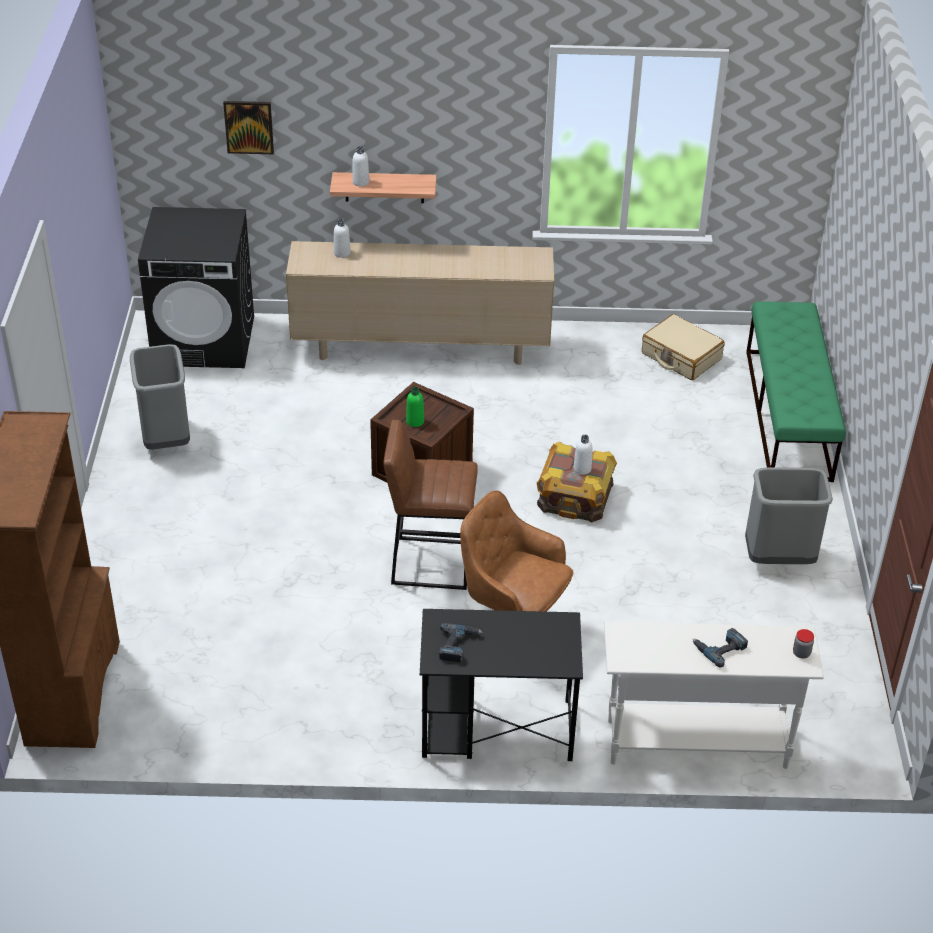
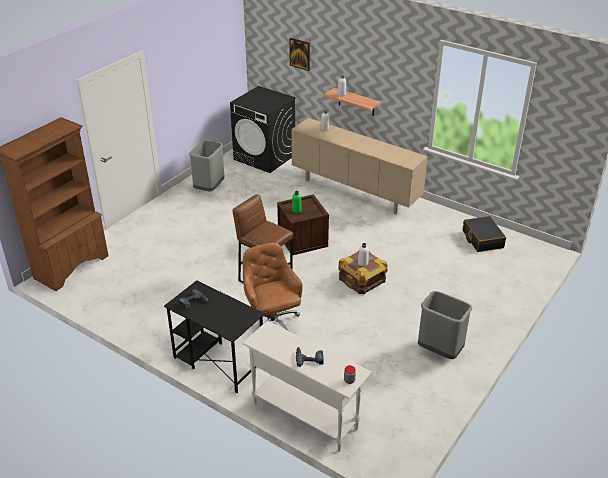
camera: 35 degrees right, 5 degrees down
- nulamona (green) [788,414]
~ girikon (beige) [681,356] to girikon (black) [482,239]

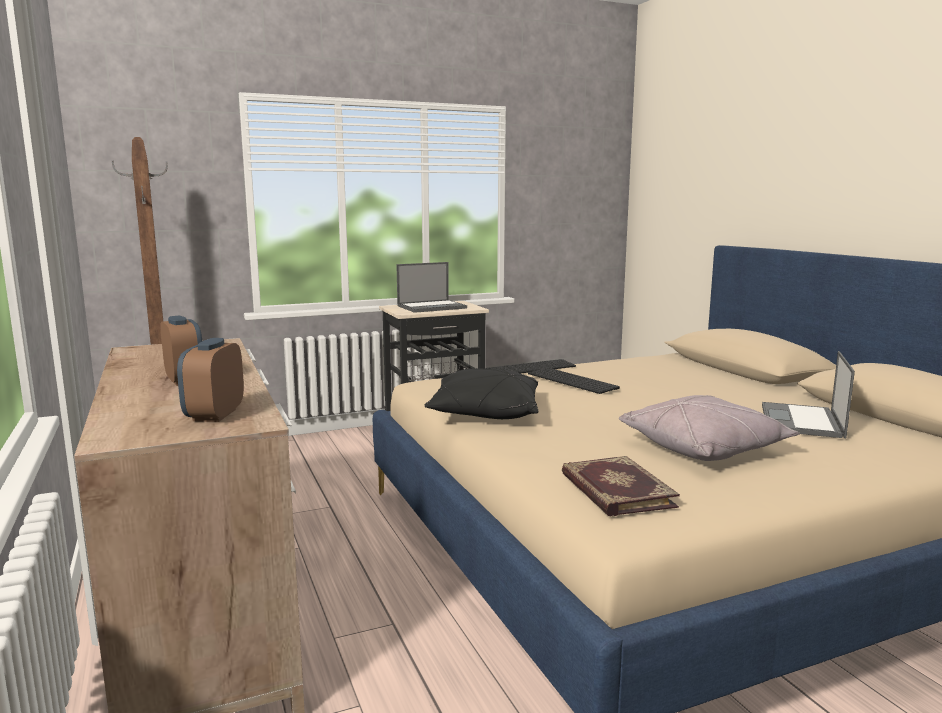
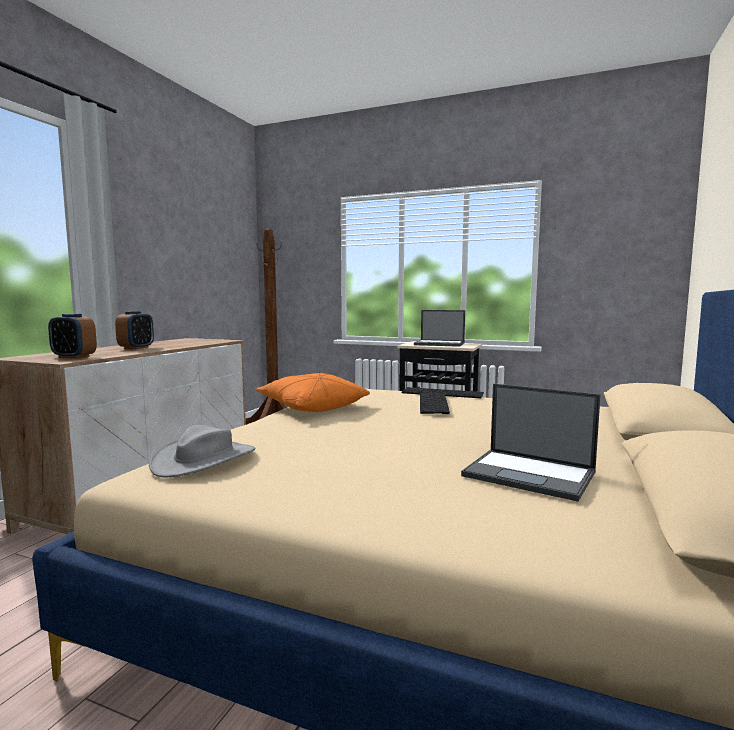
camera: 45 degrees right, 5 degrees down
- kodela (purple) [704,448]
~ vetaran [615,490] to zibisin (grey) [204,459]
~ kodela (black) [485,413] to kodela (orange) [312,407]
~ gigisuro [214,415] = [74,357] 120 degrees counterclockwise
~ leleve [802,421] = [531,474] 120 degrees counterclockwise

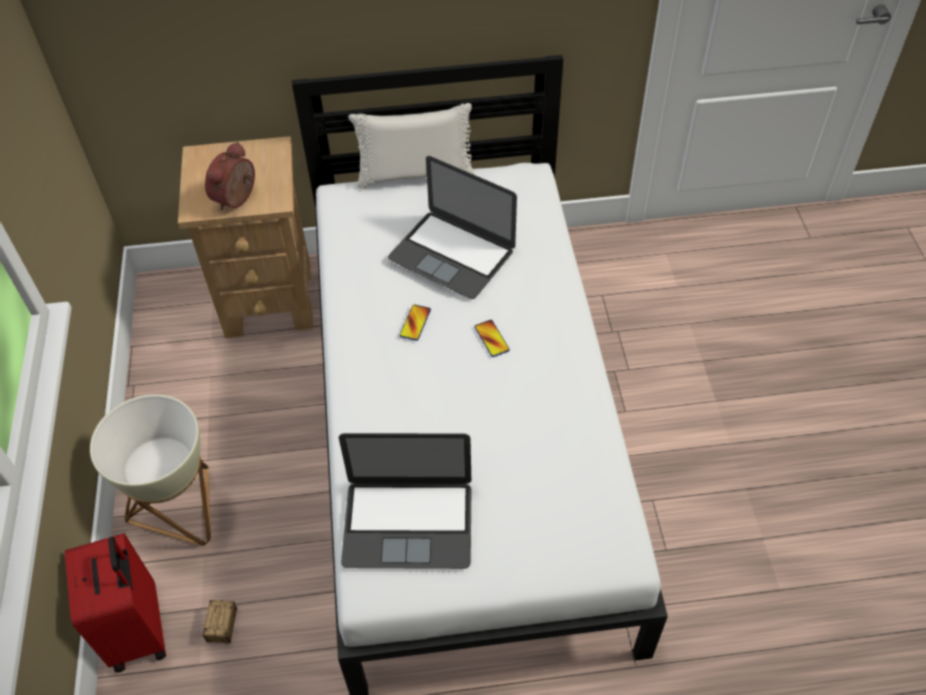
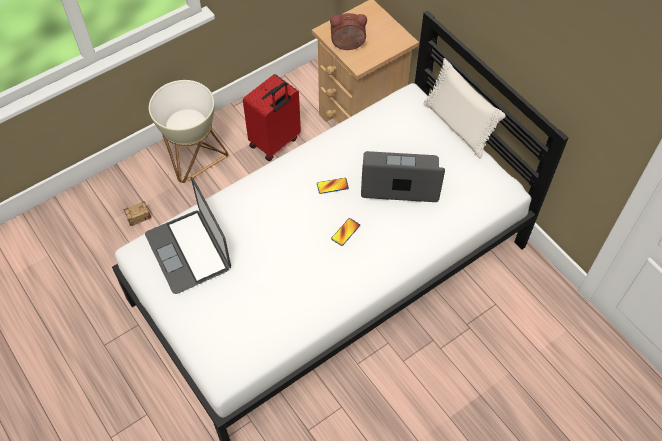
camera: 60 degrees right, 5 degrees up
~ girikon (red) [139,630] to [275,143]
~ leleve [452,254] = [400,178] 90 degrees clockwise

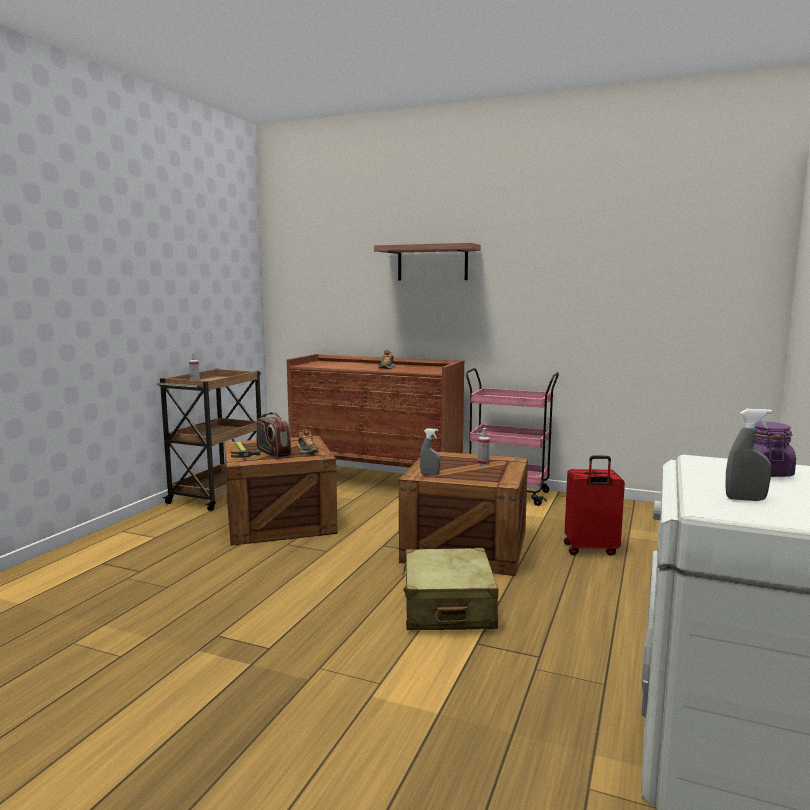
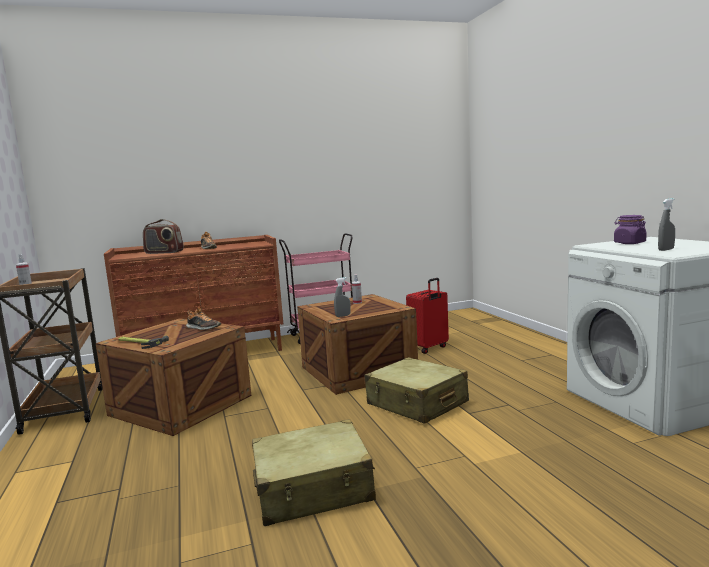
camera: 40 degrees left, 0 degrees up
- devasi [432,263]
+ girikon (beige) [313,489]
~ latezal [273,453] to [164,252]

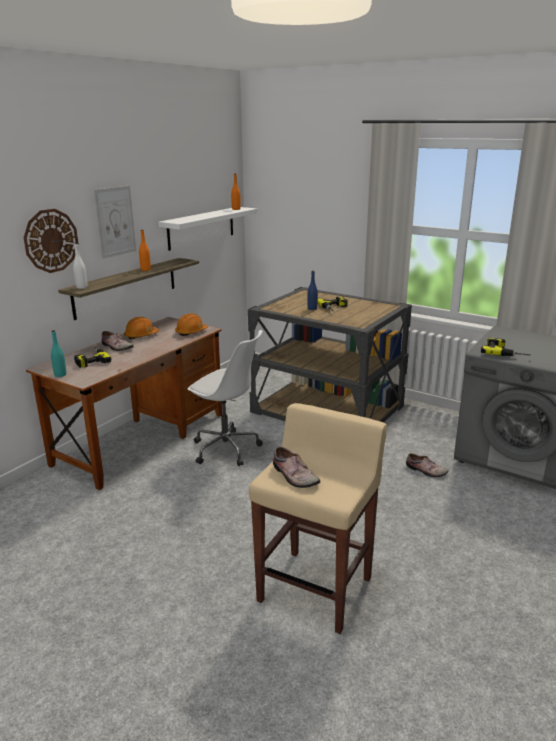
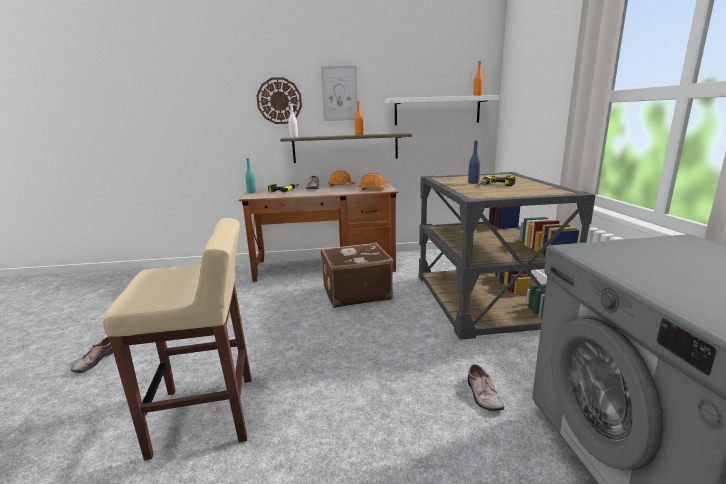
camera: 50 degrees right, 5 degrees down
- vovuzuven [505,352]
~ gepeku [293,476] to [94,361]
~ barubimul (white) [228,449] to girikon (brown) [355,293]

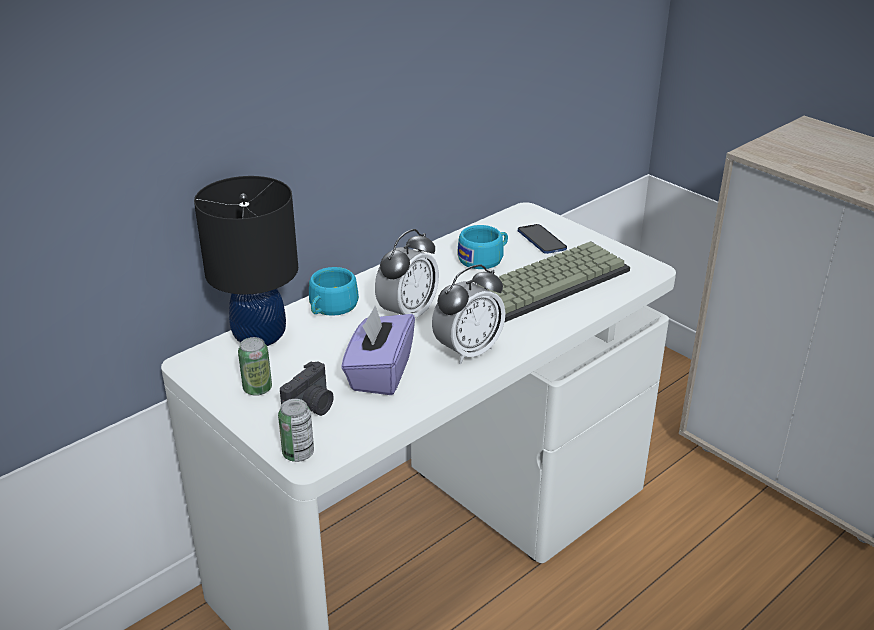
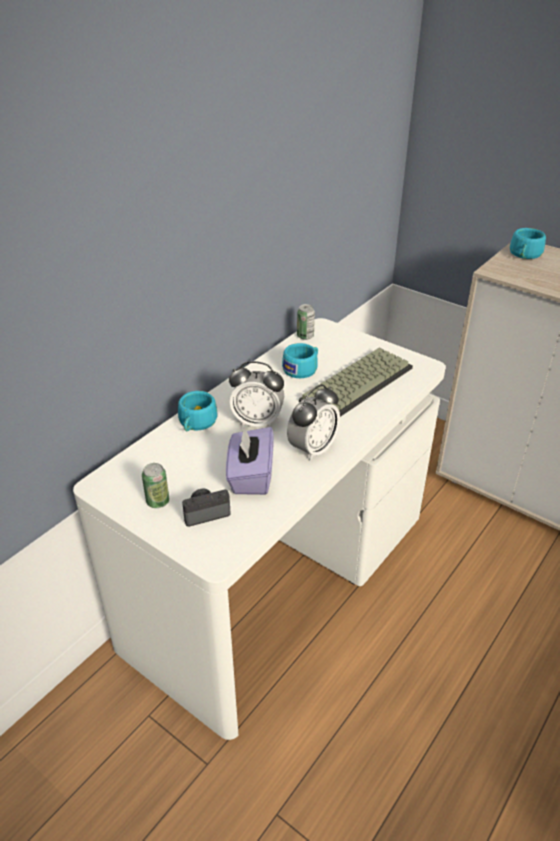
camera: 10 degrees left, 5 degrees up
- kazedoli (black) [258,337]
- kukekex [541,240]
+ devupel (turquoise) [524,255]
~ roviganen [298,453] to [305,336]
~ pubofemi [311,407] = [205,513] 135 degrees counterclockwise
~ gigisuro [407,313] = [257,421] 75 degrees clockwise

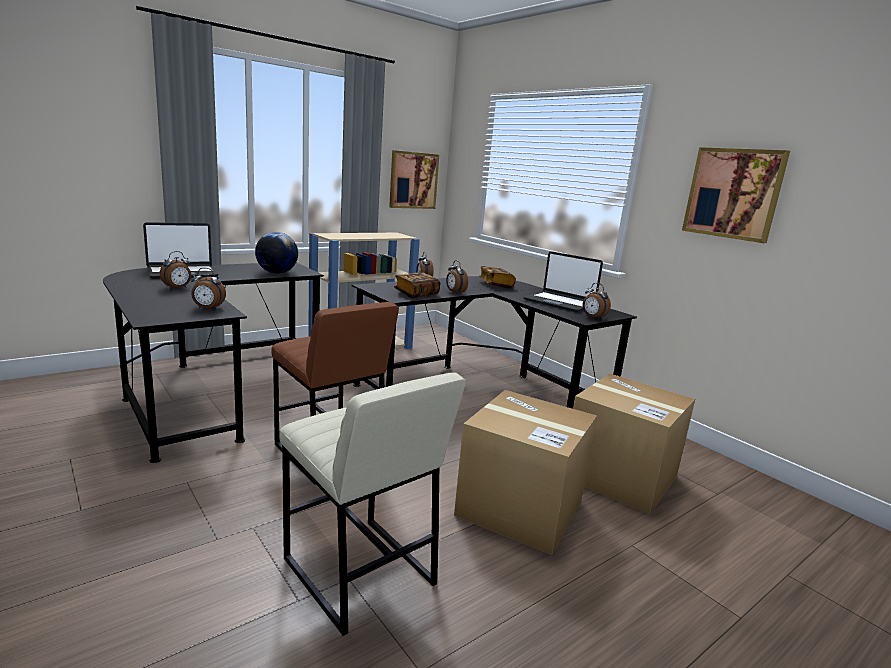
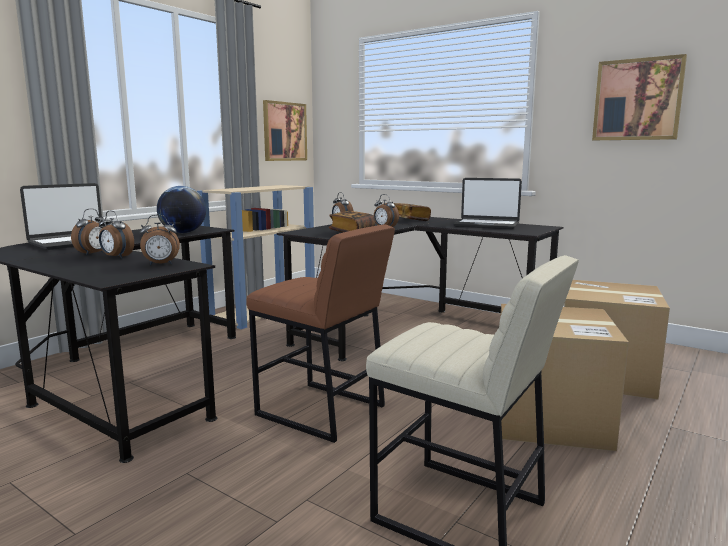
camera: 15 degrees left, 5 degrees down
~ gigisuro [593,317] to [116,257]

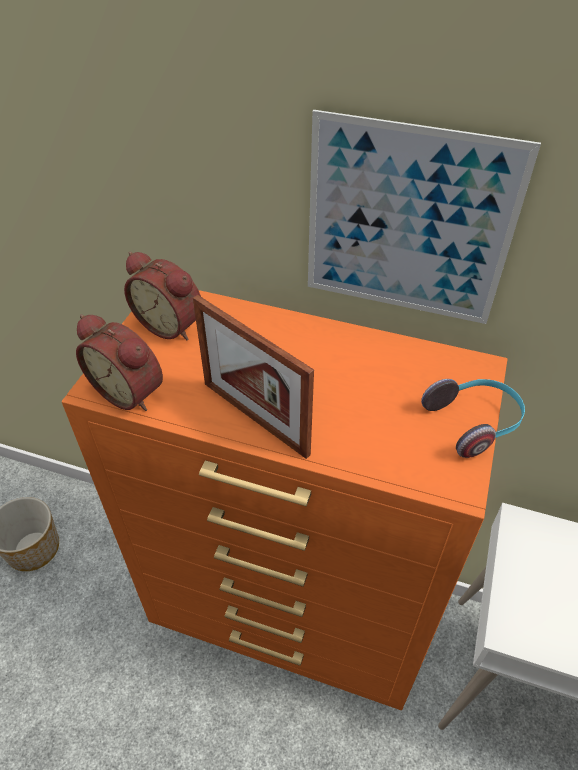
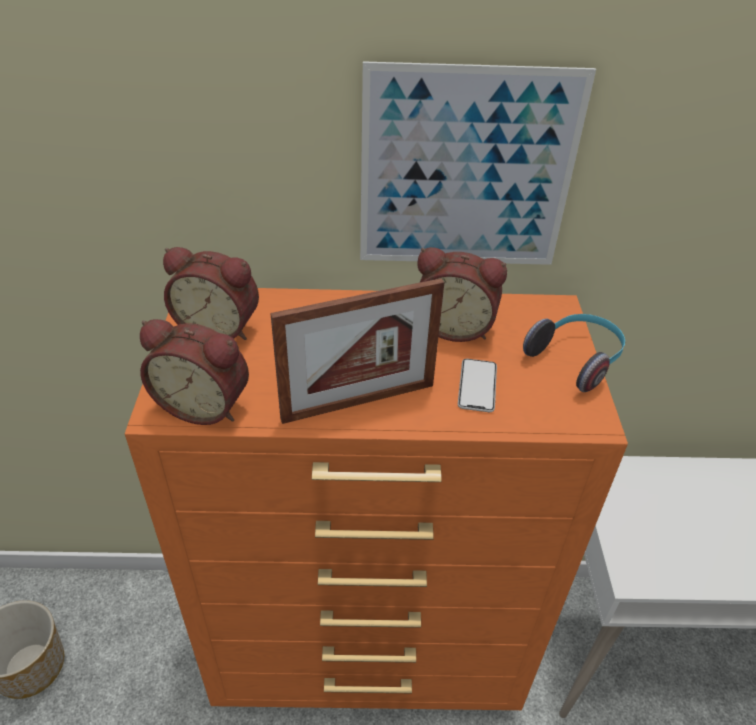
camera: 20 degrees left, 5 degrees down
+ gigisuro [454,326]
+ kukekex [477,386]
~ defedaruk [255,418] = [358,402] 45 degrees counterclockwise

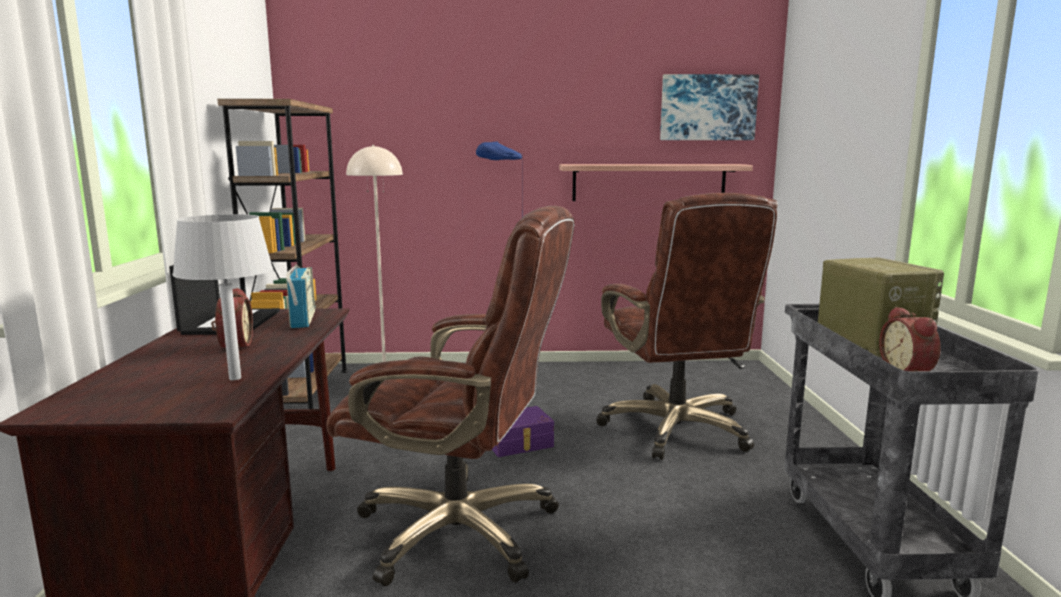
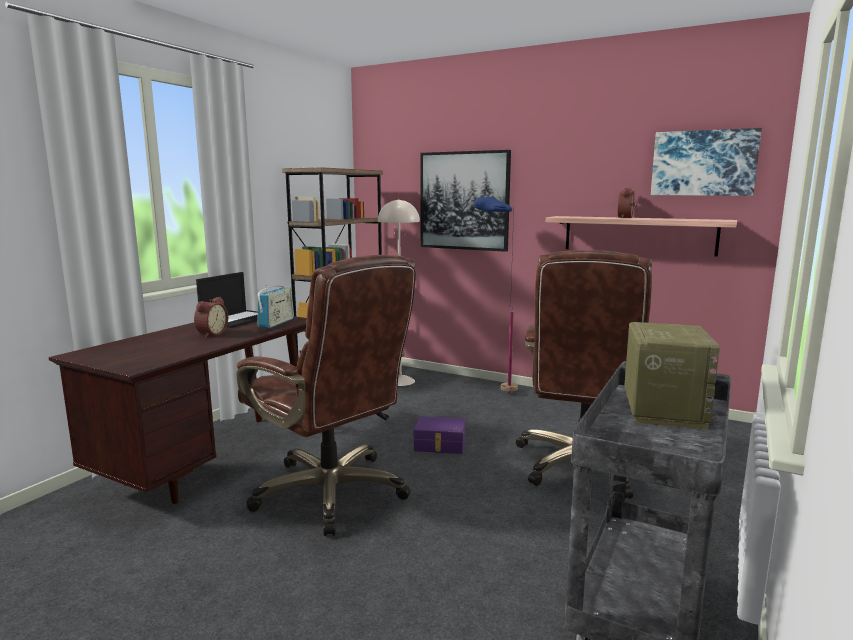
camera: 30 degrees right, 0 degrees up
- kazedoli (grey) [235,378]
+ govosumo [464,201]
~ gigisuro [908,371] to [627,218]

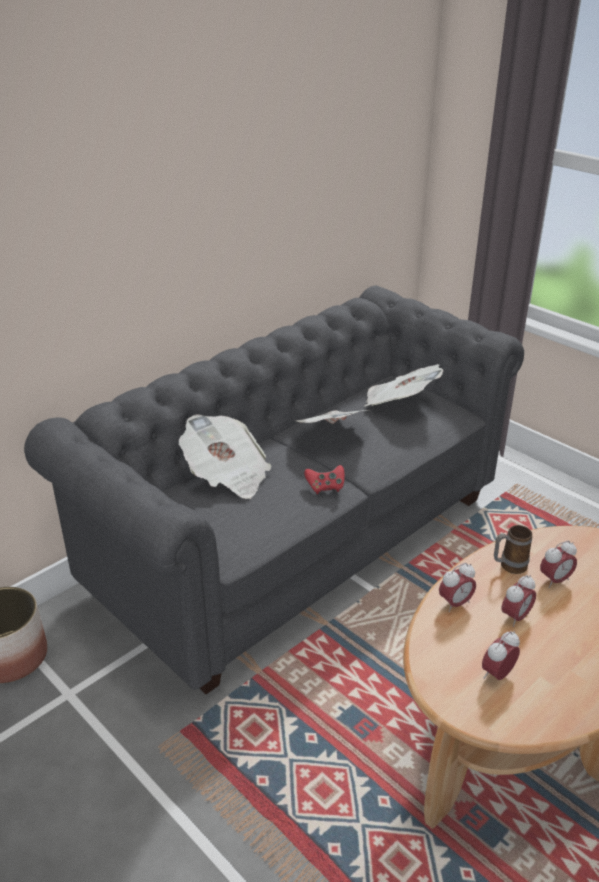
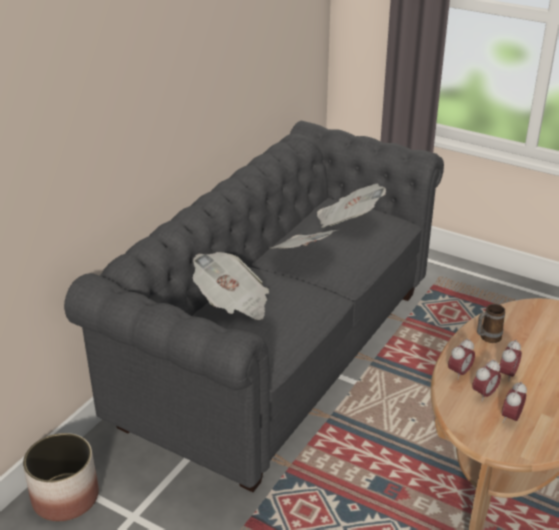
camera: 15 degrees left, 0 degrees up
- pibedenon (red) [325,487]
~ gigisuro [555,580] to [484,394]

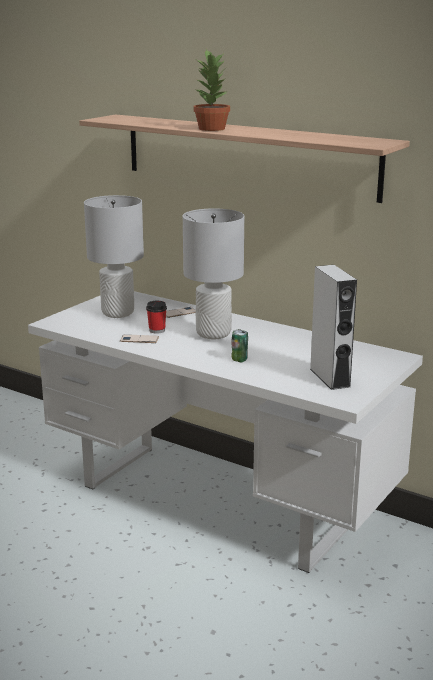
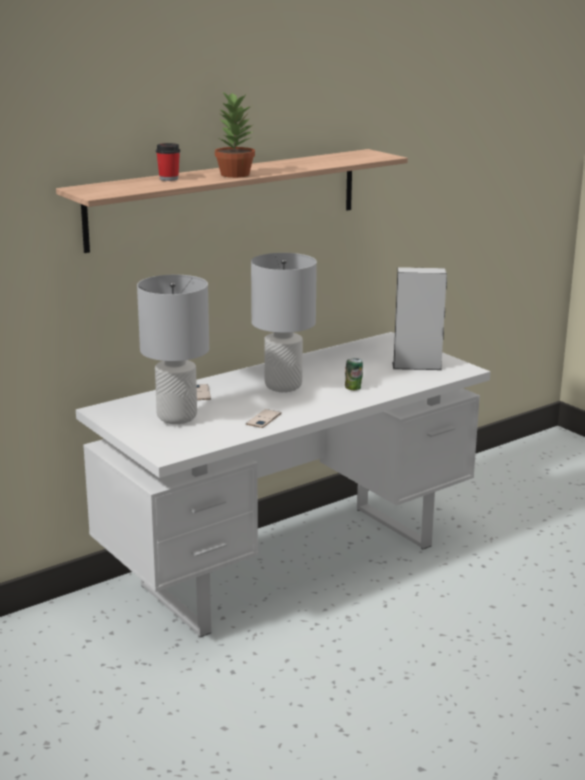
camera: 70 degrees left, 0 degrees up
~ devupel [157,330] to [169,179]

